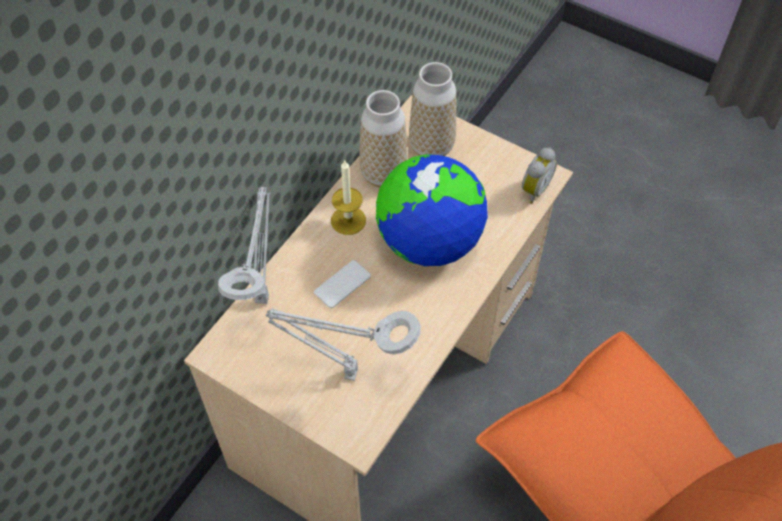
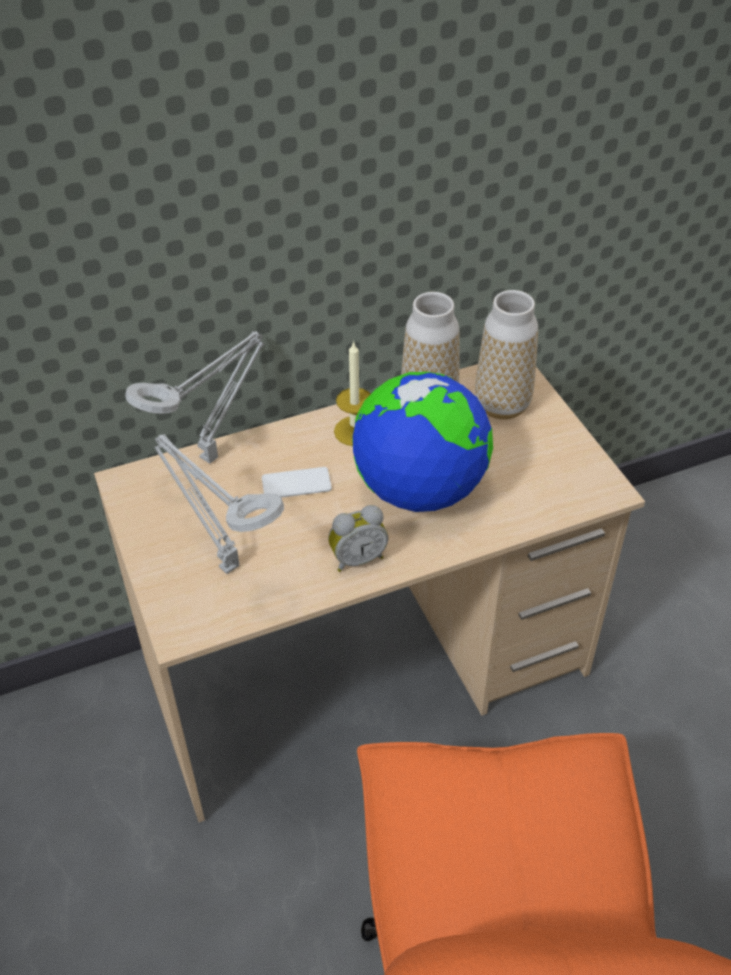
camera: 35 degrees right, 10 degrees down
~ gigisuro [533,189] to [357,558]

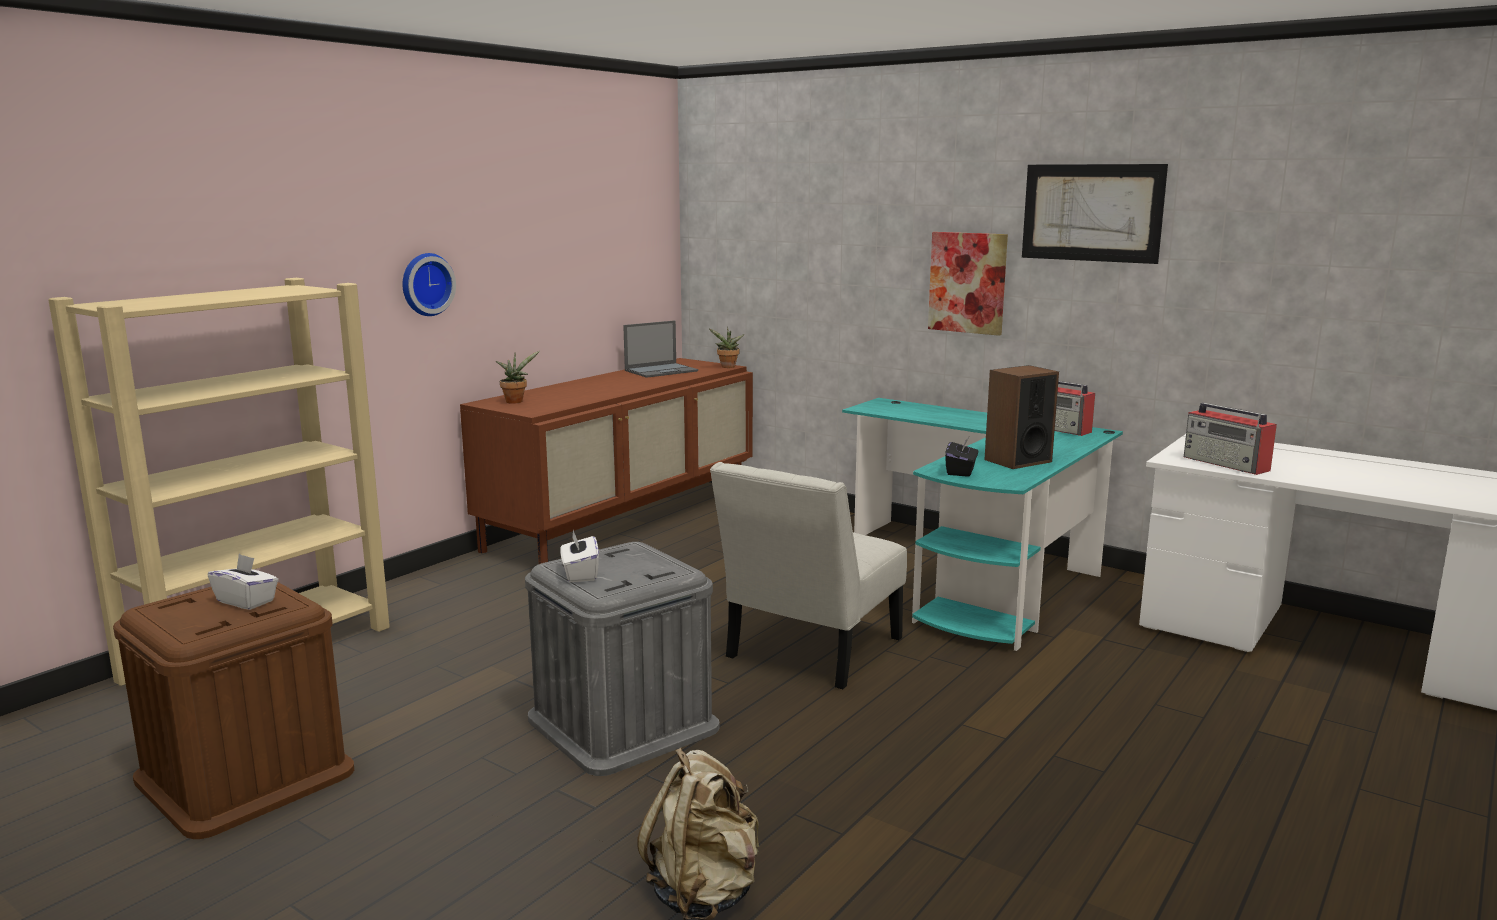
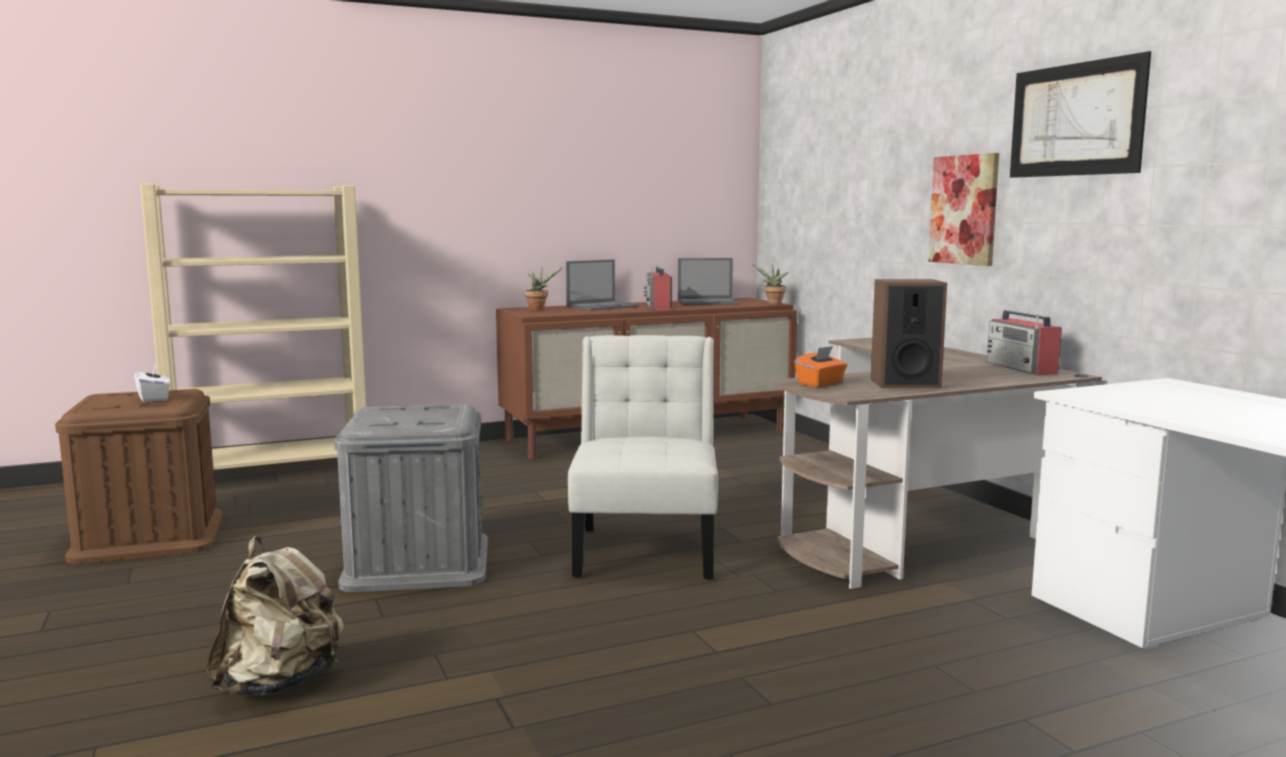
camera: 30 degrees right, 5 degrees down
- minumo [425,284]
- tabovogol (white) [580,574]
+ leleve [603,306]
~ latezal [1226,464] to [658,306]
~ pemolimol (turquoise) [981,575] to pemolimol (brown) [919,525]
~ tabovogol (black) [961,471] to tabovogol (orange) [820,384]
~ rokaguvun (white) [809,652] = [646,549] 120 degrees clockwise

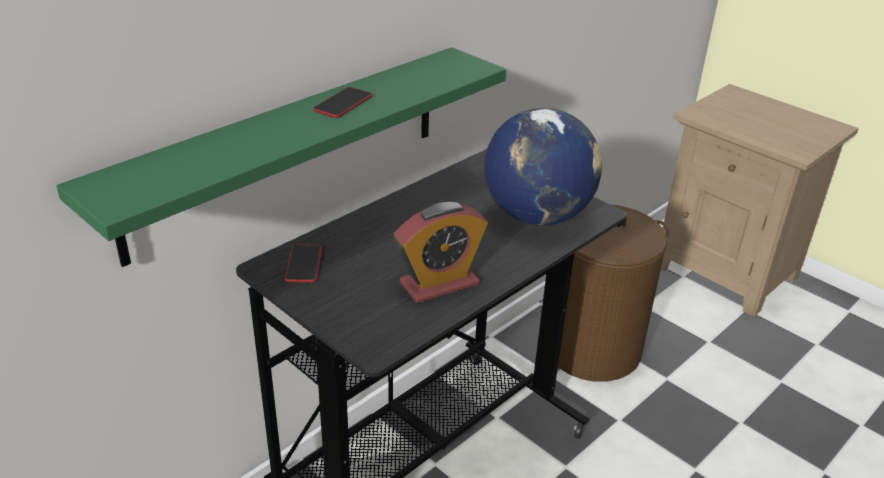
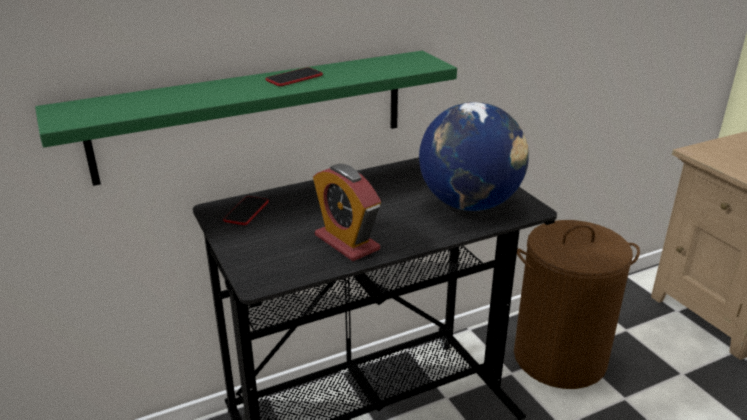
camera: 20 degrees right, 5 degrees down
~ gigisuro [439,284] = [347,242] 60 degrees clockwise

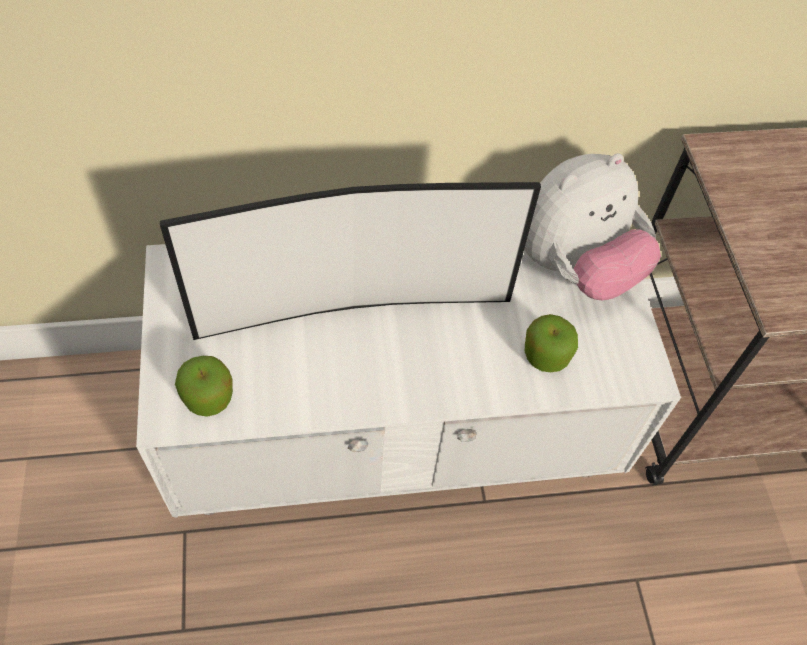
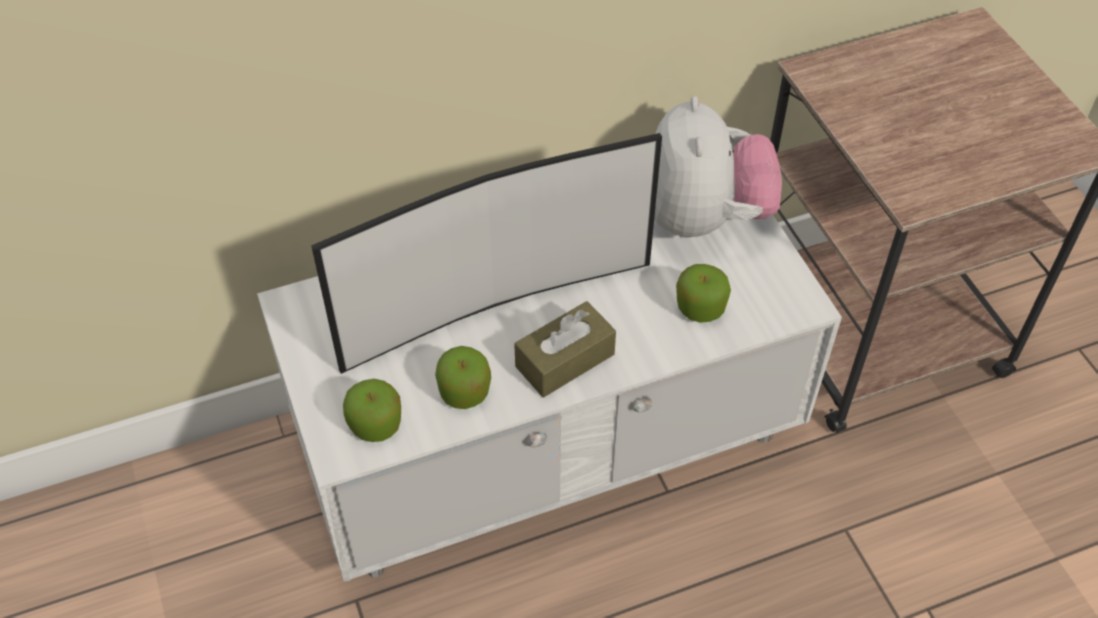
camera: 10 degrees left, 5 degrees down
+ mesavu [464,392]
+ tabovogol (brown) [565,360]
~ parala [574,268] = [704,218] 45 degrees counterclockwise

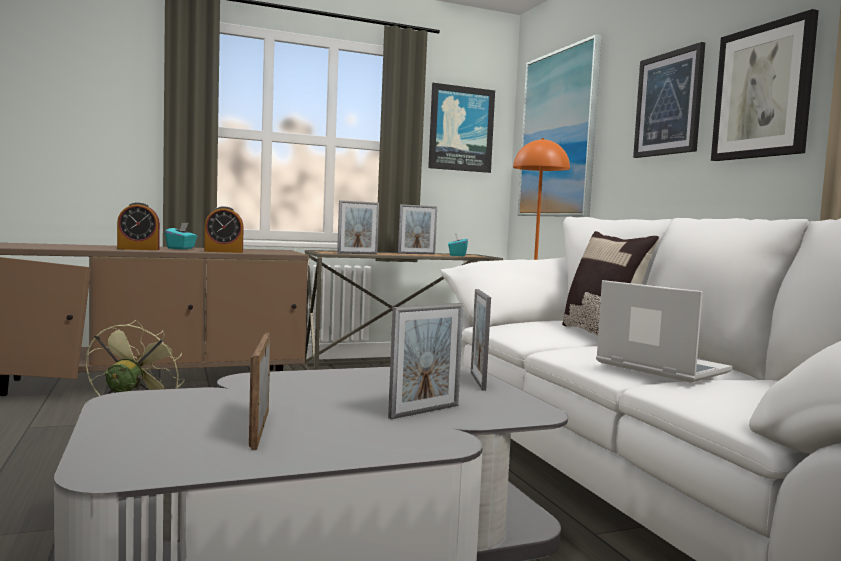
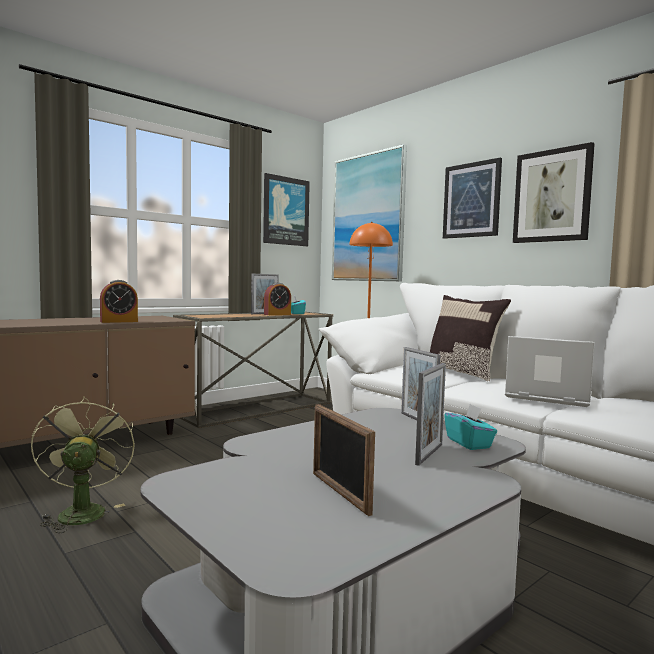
camera: 20 degrees left, 0 degrees up
- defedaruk [357,253]
~ gigisuro [138,249] to [277,314]
~ tabovogol (turquoise) [181,248] to [469,443]

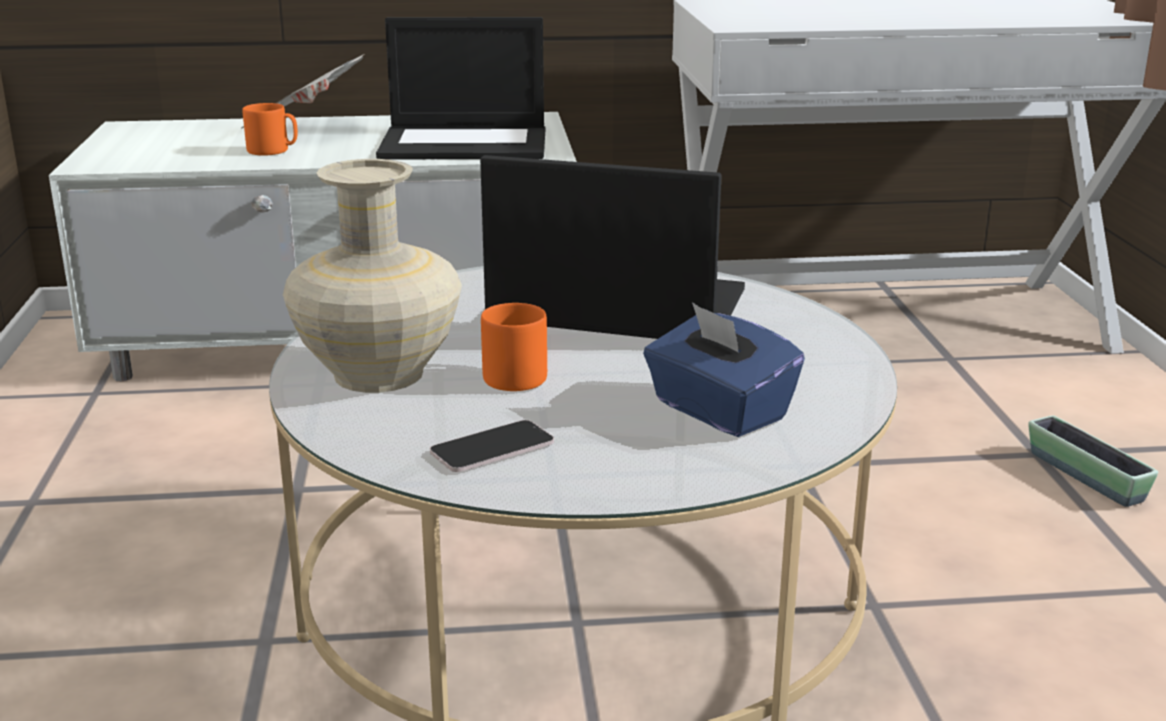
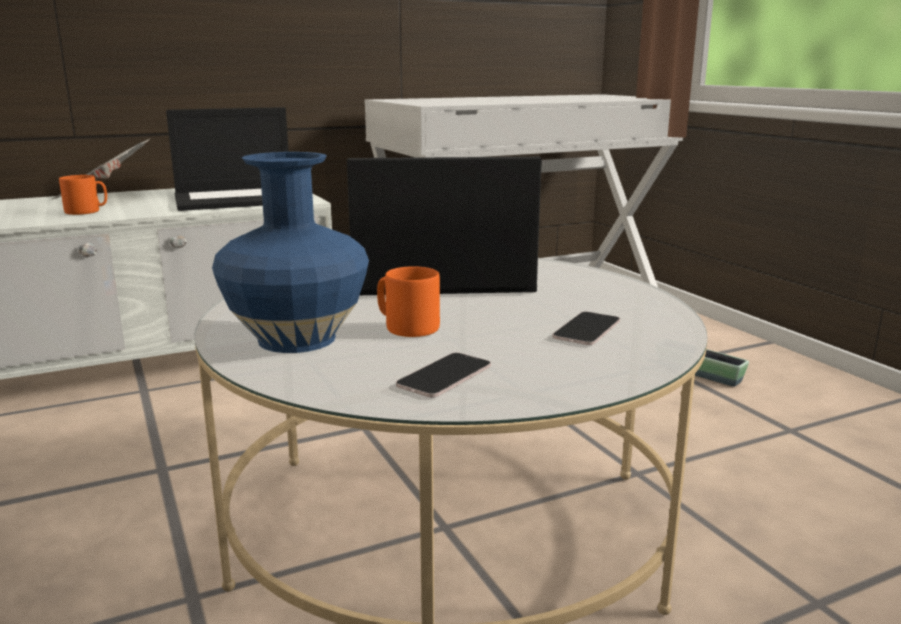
camera: 20 degrees left, 5 degrees down
~ tabovogol (blue) [718,411] to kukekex [587,329]
~ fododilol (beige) [379,373] to fododilol (blue) [296,338]

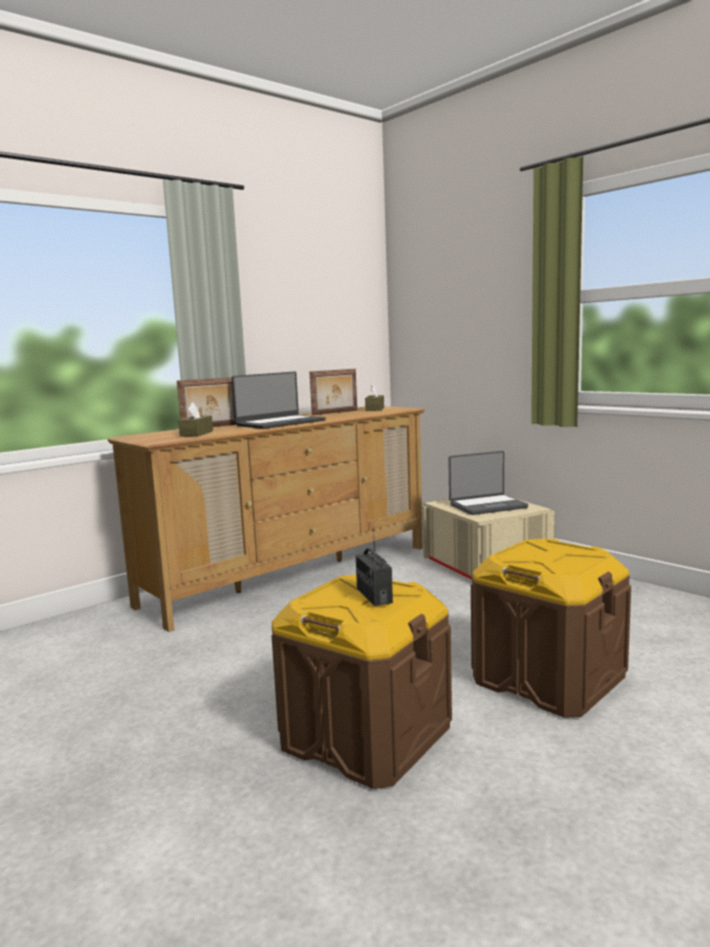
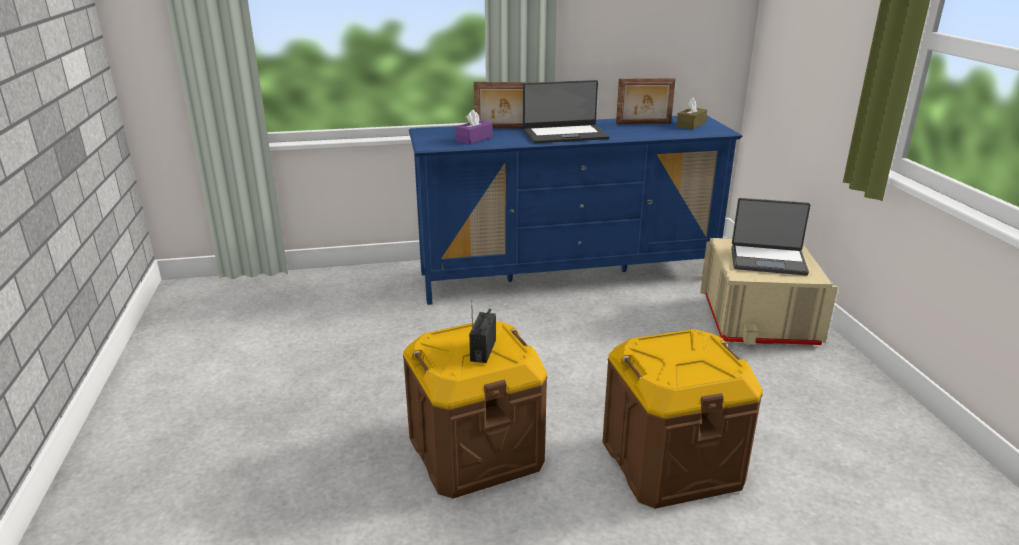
camera: 30 degrees right, 15 degrees up
~ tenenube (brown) [292,575] to tenenube (blue) [567,275]
~ tabovogol (brown) [196,433] to tabovogol (purple) [474,139]

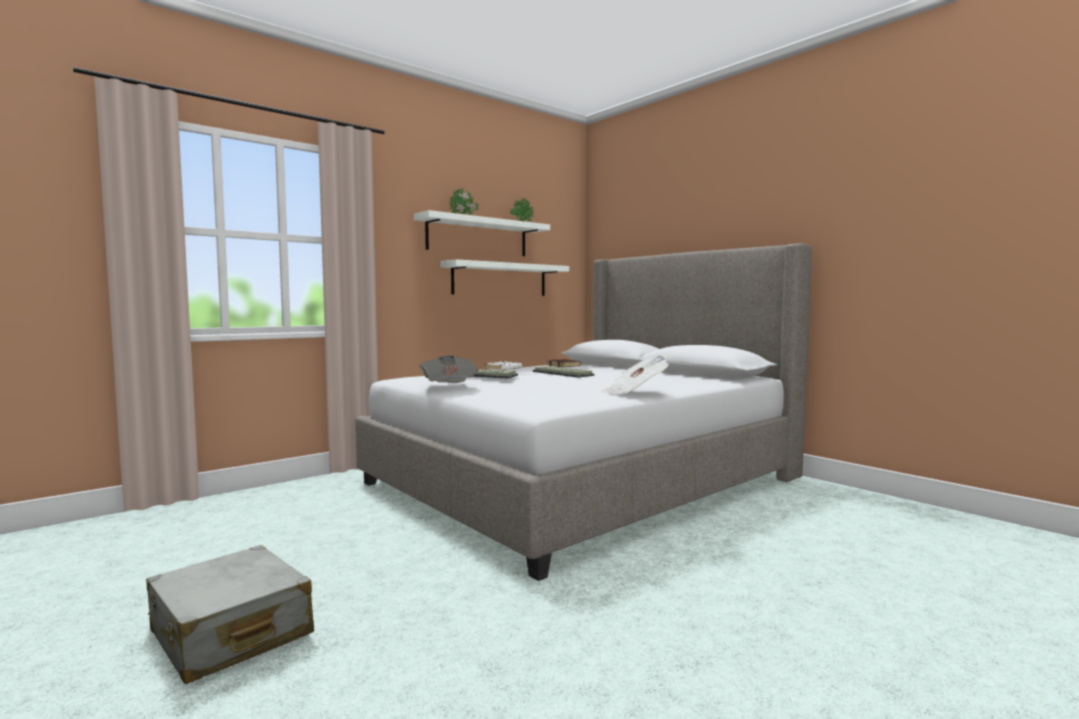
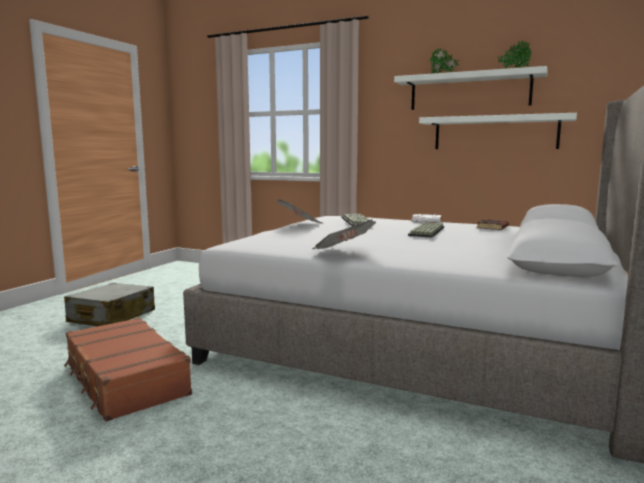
camera: 65 degrees right, 5 degrees up
+ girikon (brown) [125,380]

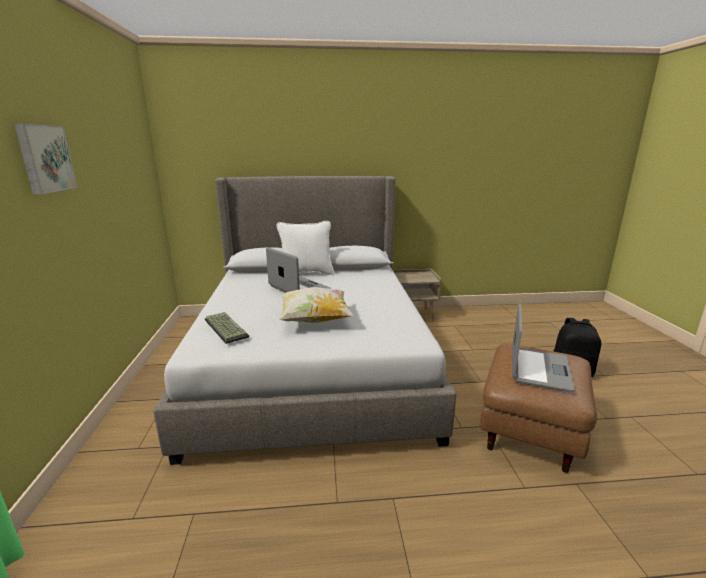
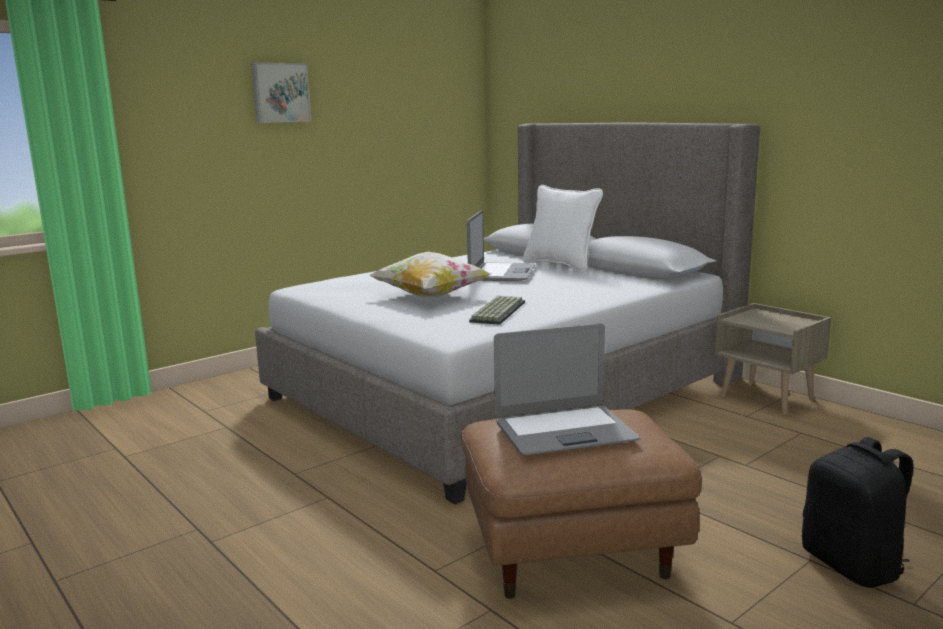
camera: 55 degrees right, 5 degrees down
~ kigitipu [224,328] to [497,311]

